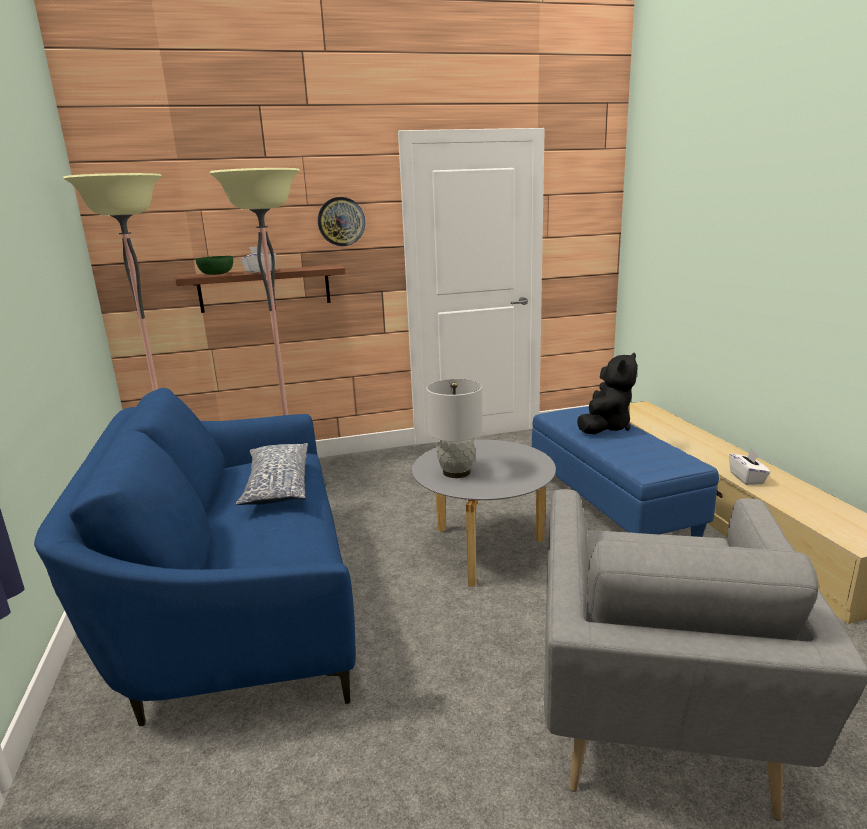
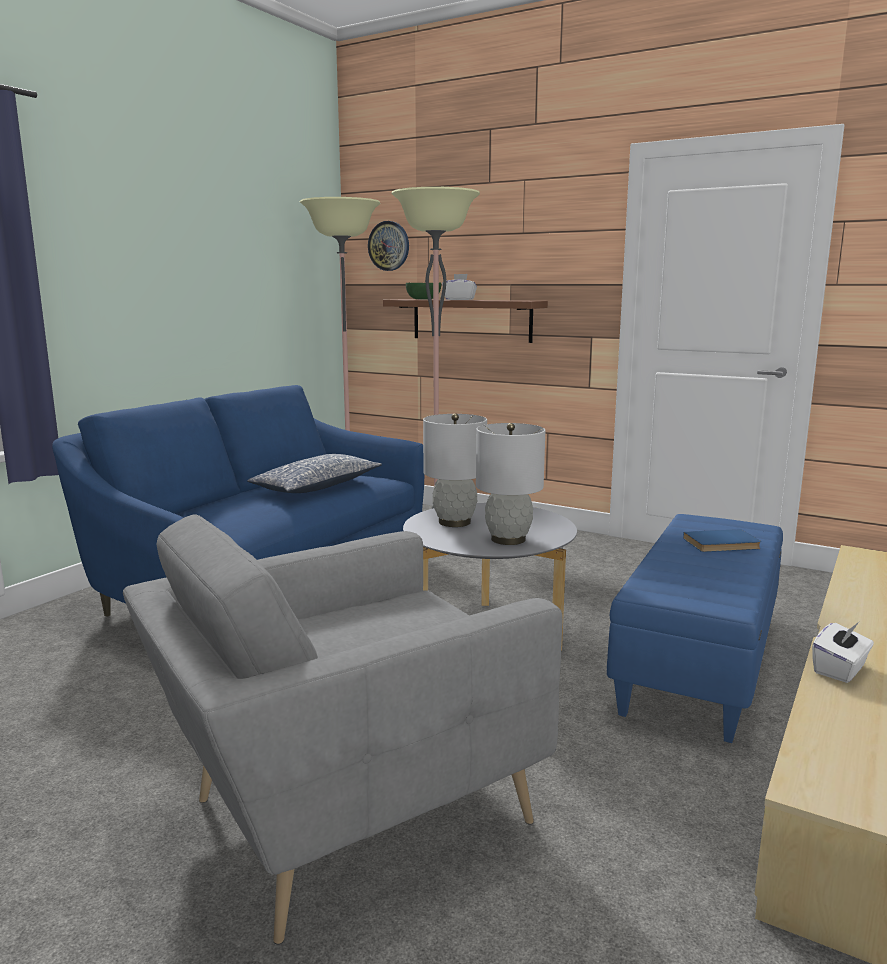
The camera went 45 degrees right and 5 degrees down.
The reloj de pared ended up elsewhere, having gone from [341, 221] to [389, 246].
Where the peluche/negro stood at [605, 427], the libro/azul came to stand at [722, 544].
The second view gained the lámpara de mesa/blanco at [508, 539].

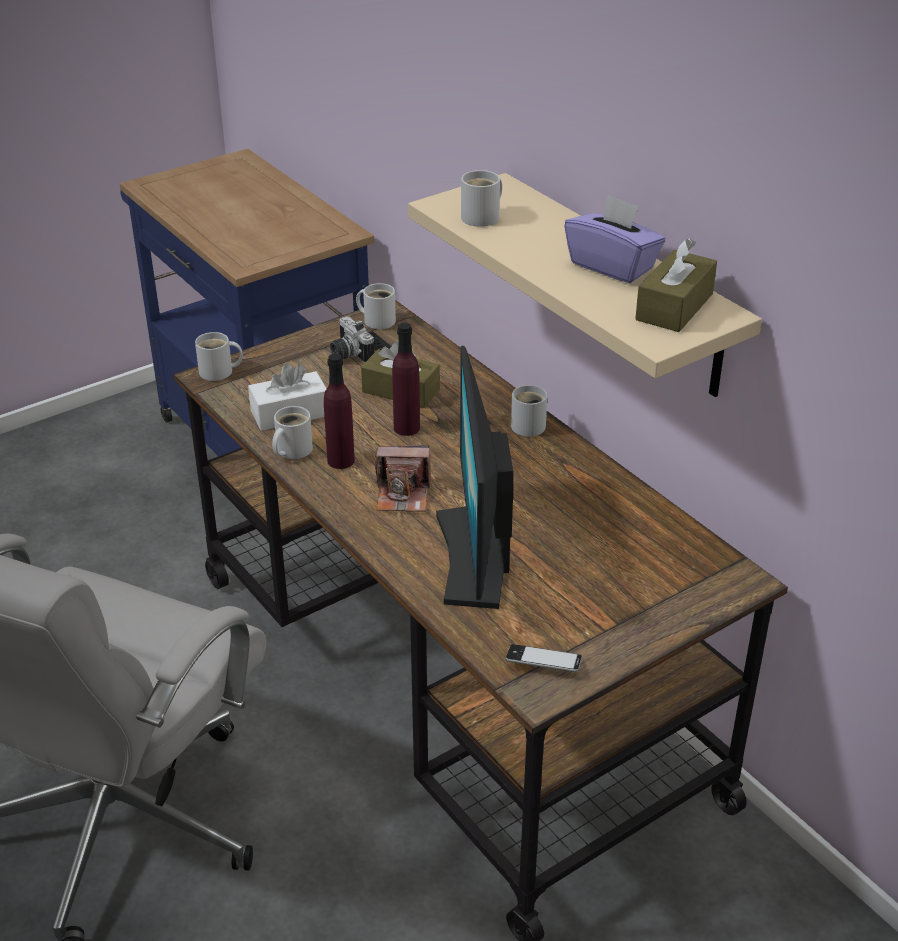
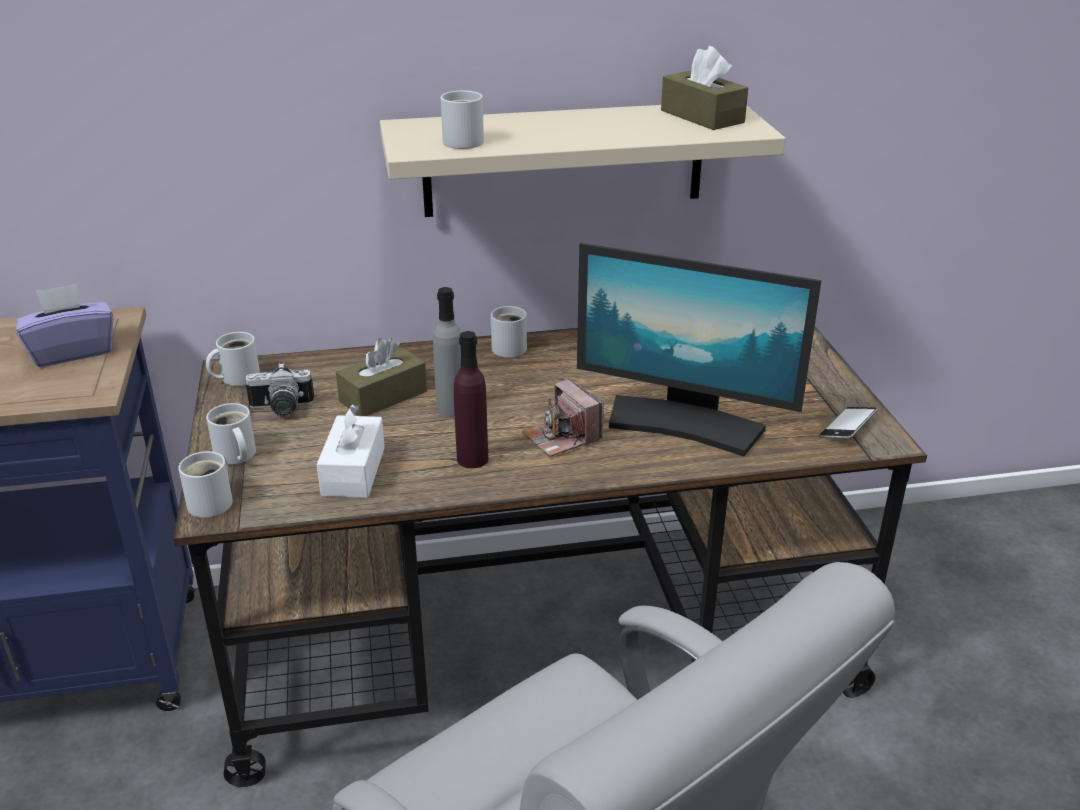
The camera went 65 degrees left and 5 degrees down.
The caja de pañuelos/morado ended up elsewhere, having gone from [612, 266] to [72, 351].
What was the botella/morado at [406, 428] turned into the botella/gris at [451, 408].
The taza grande/blanco ended up elsewhere, having gone from [291, 450] to [235, 455].
The cámara at [403, 495] ended up facing another way, 120 degrees clockwise from before.

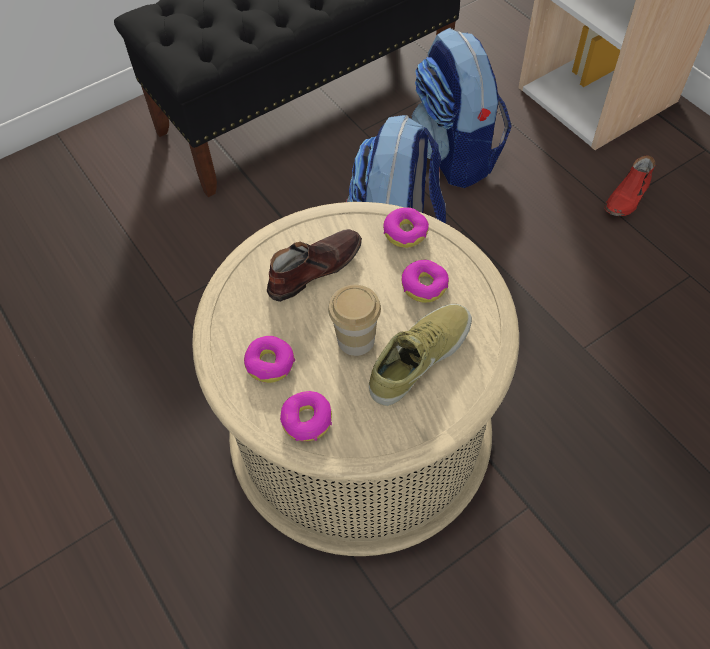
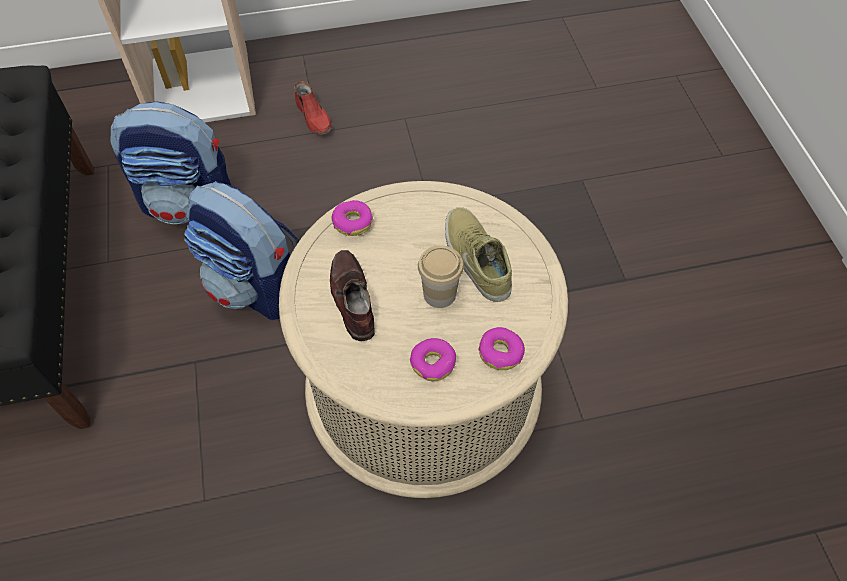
The camera went 70 degrees left and 0 degrees up.
The second view lost the rosquilla at [424, 285].

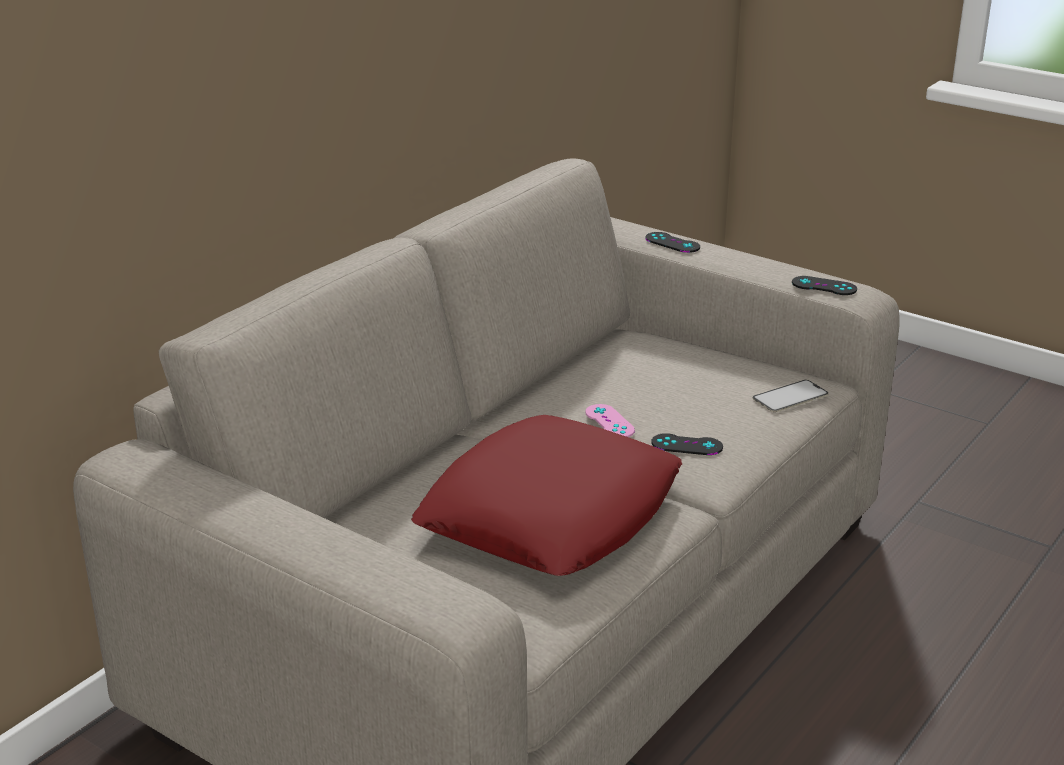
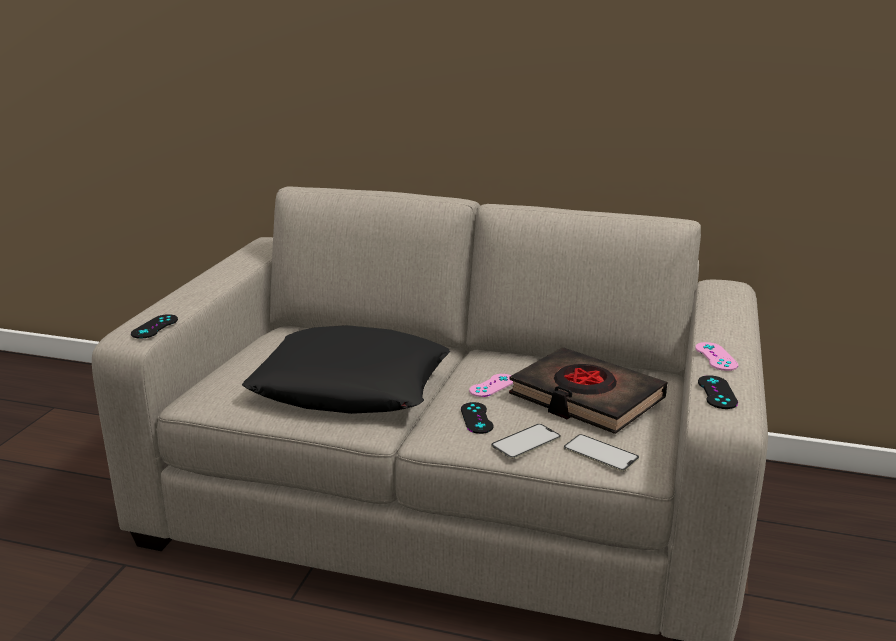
The camera went 70 degrees right and 5 degrees down.
The mando de consola/negro ended up elsewhere, having gone from [672, 243] to [155, 327].
What was the cojín/rojo at [551, 513] turned into the cojín/negro at [351, 386].
The second view gained the mando de consola/rosa at [716, 357].
The second view gained the libro/negro at [586, 398].
The second view gained the móvil at [526, 442].

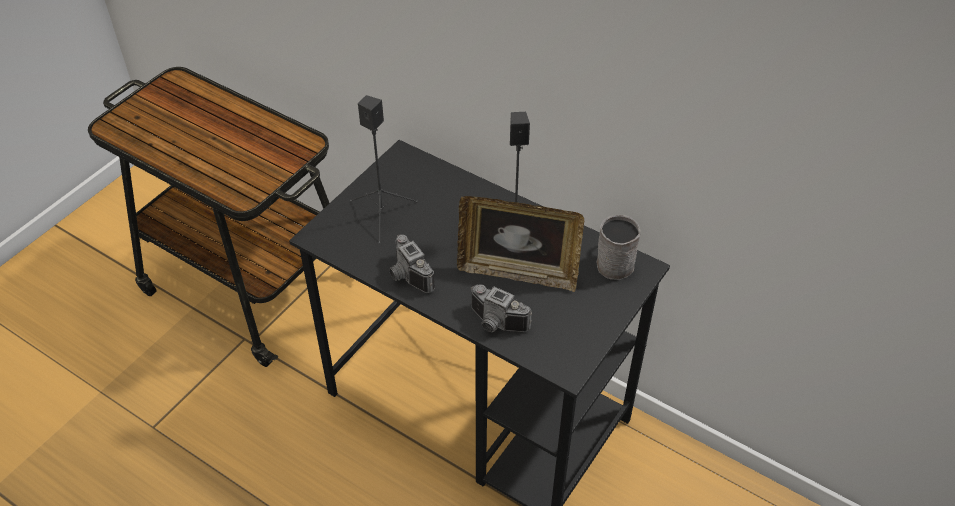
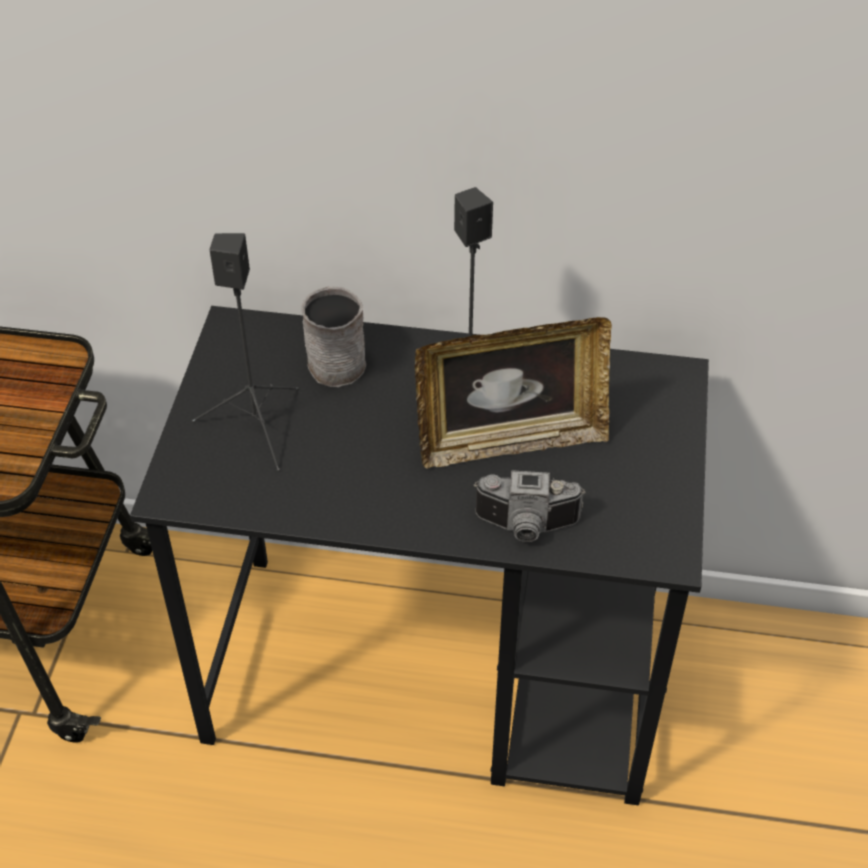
The camera went 25 degrees left and 0 degrees up.
The taza grande/gris ended up elsewhere, having gone from [614, 260] to [333, 359].
The second view lost the cámara at [407, 276].

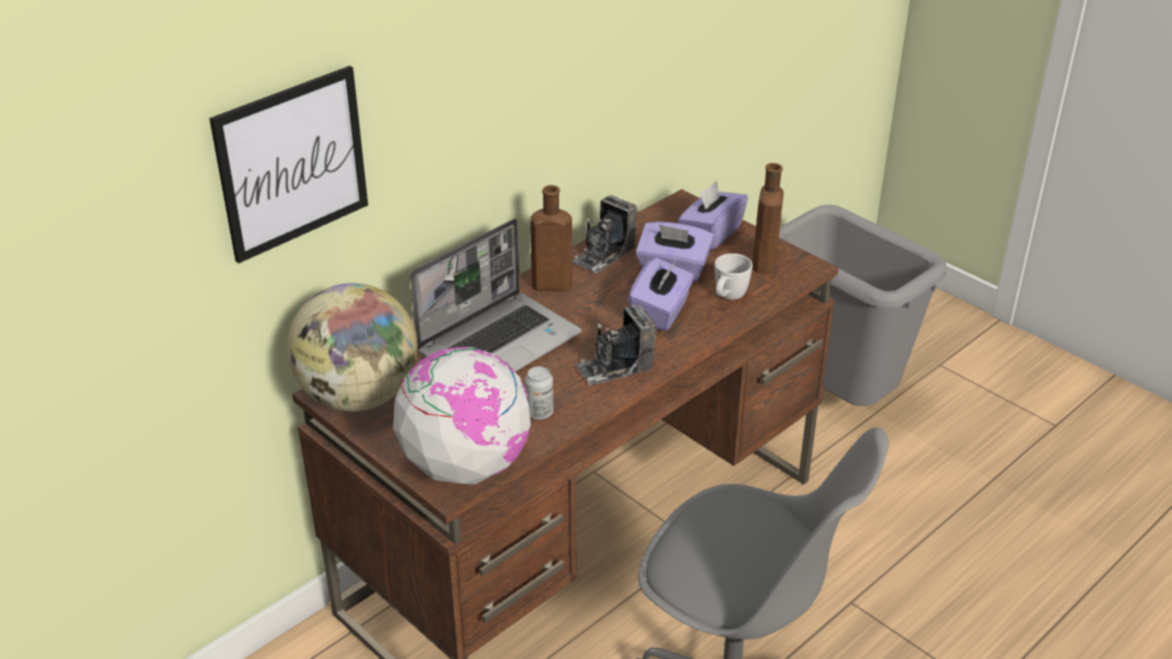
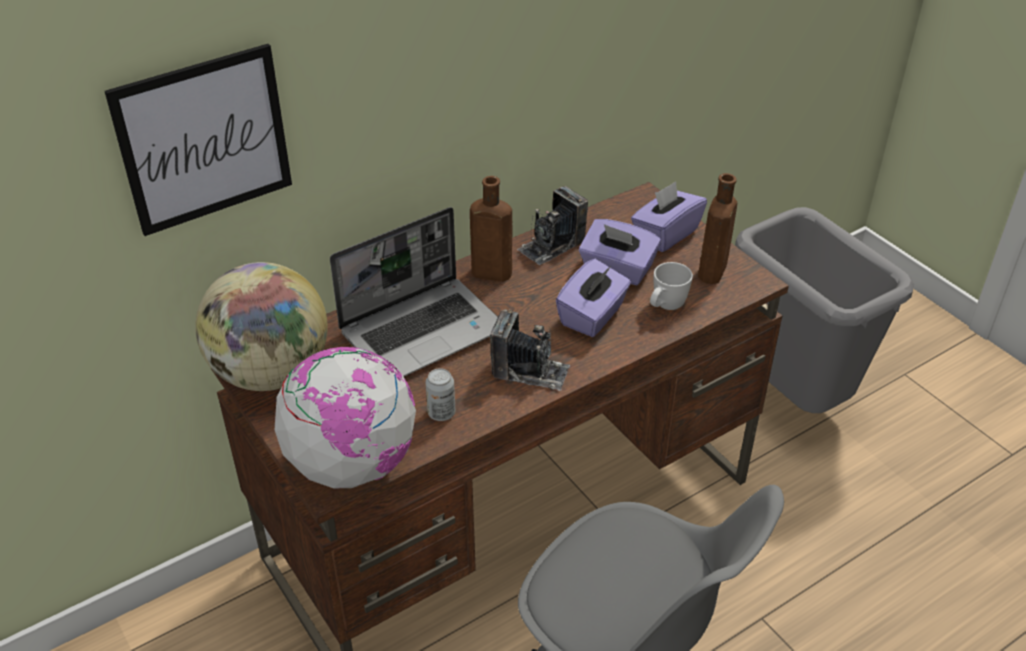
The camera went 10 degrees right and 5 degrees up.
The cámara at [614, 367] ended up facing another way, 150 degrees counterclockwise from before.

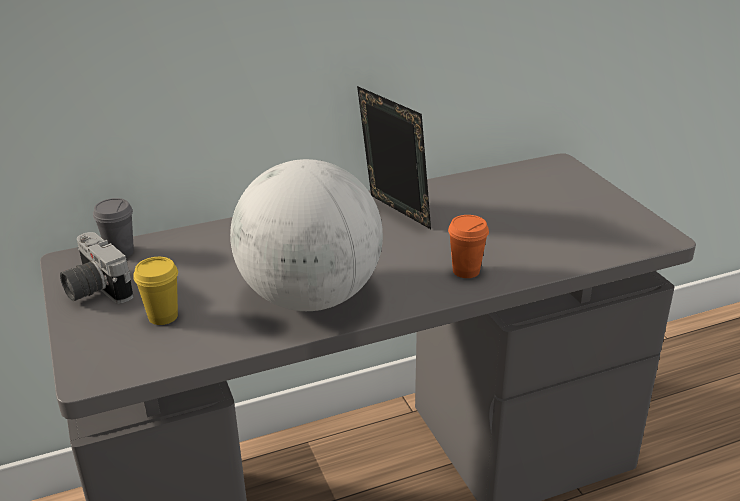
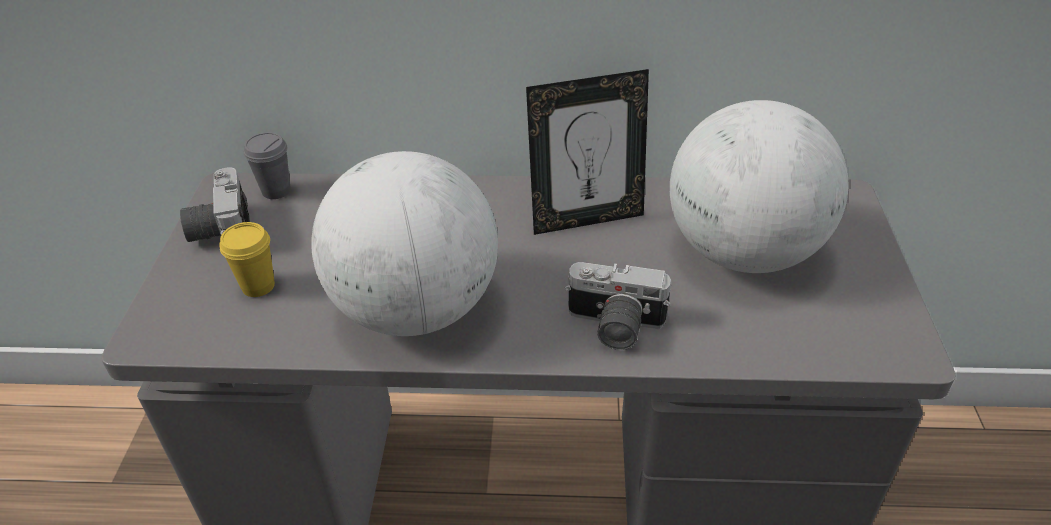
The camera went 25 degrees right and 10 degrees up.
The portarretratos at [394, 214] ended up facing another way, 90 degrees clockwise from before.
Where the taza/naranja stood at [466, 271], the cámara came to stand at [613, 327].
The second view gained the globo terráqueo at [742, 252].

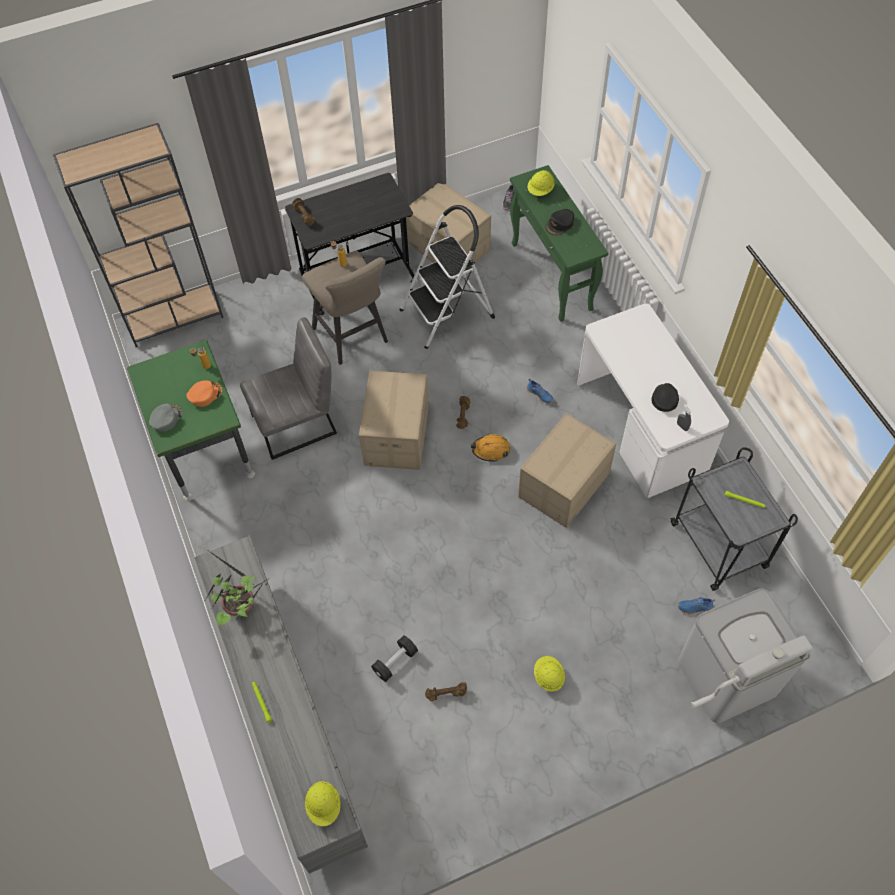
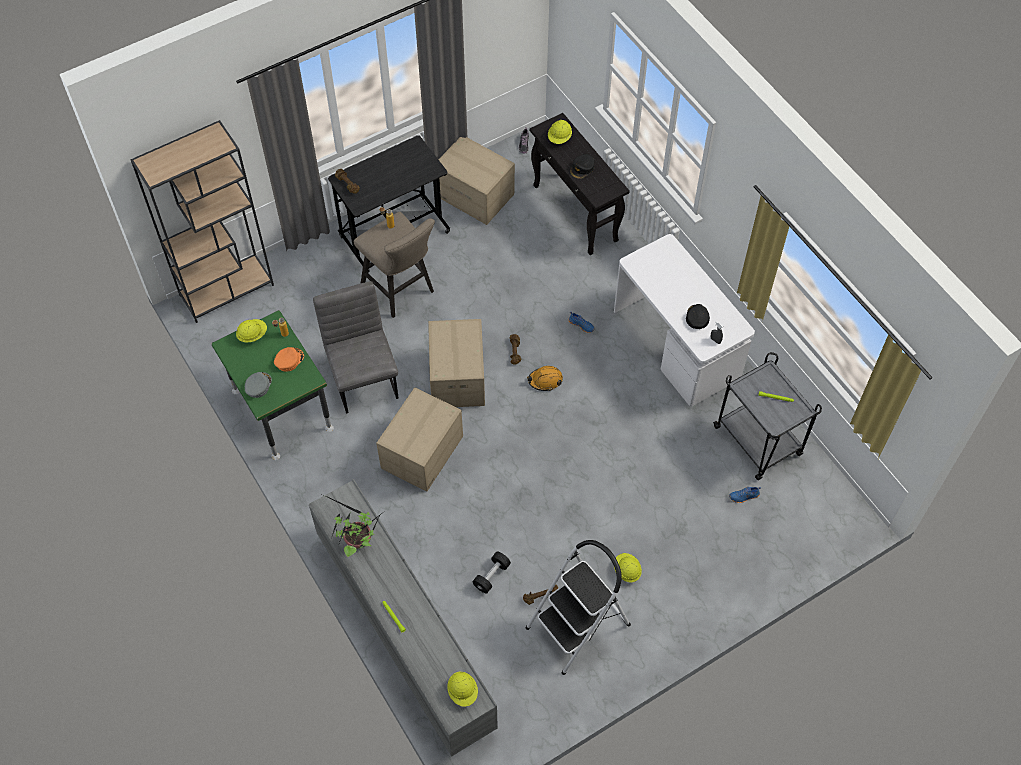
The camera went 10 degrees left and 0 degrees up.
What was the mesa consola/verde at [552, 277] turned into the mesa consola/negro at [576, 214].
The escalera de tijera ended up elsewhere, having gone from [450, 313] to [581, 625].
The silla/gris at [297, 423] ended up facing another way, 75 degrees counterclockwise from before.
The caja de cartón ended up elsewhere, having gone from [564, 485] to [422, 452].
The second view lost the lavadora/gris at [725, 679].
The second view gained the casco/amarillo at [252, 335].

